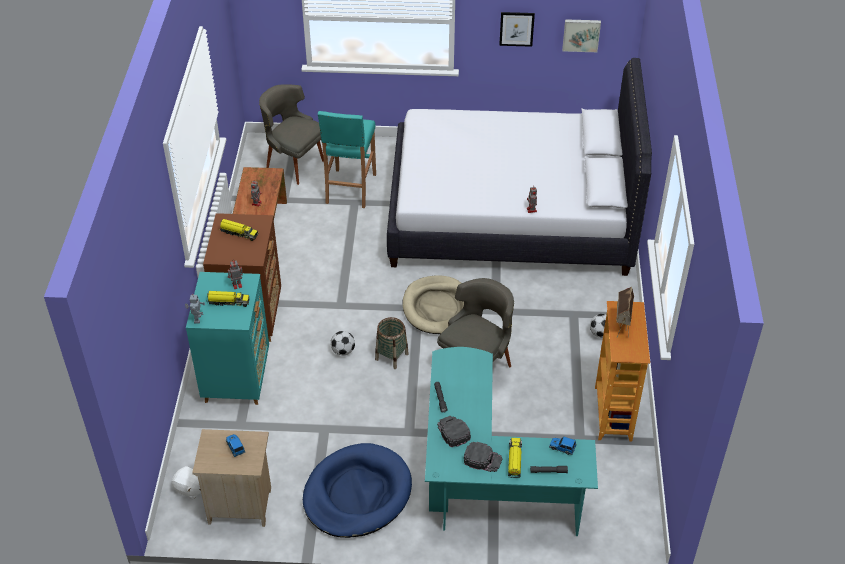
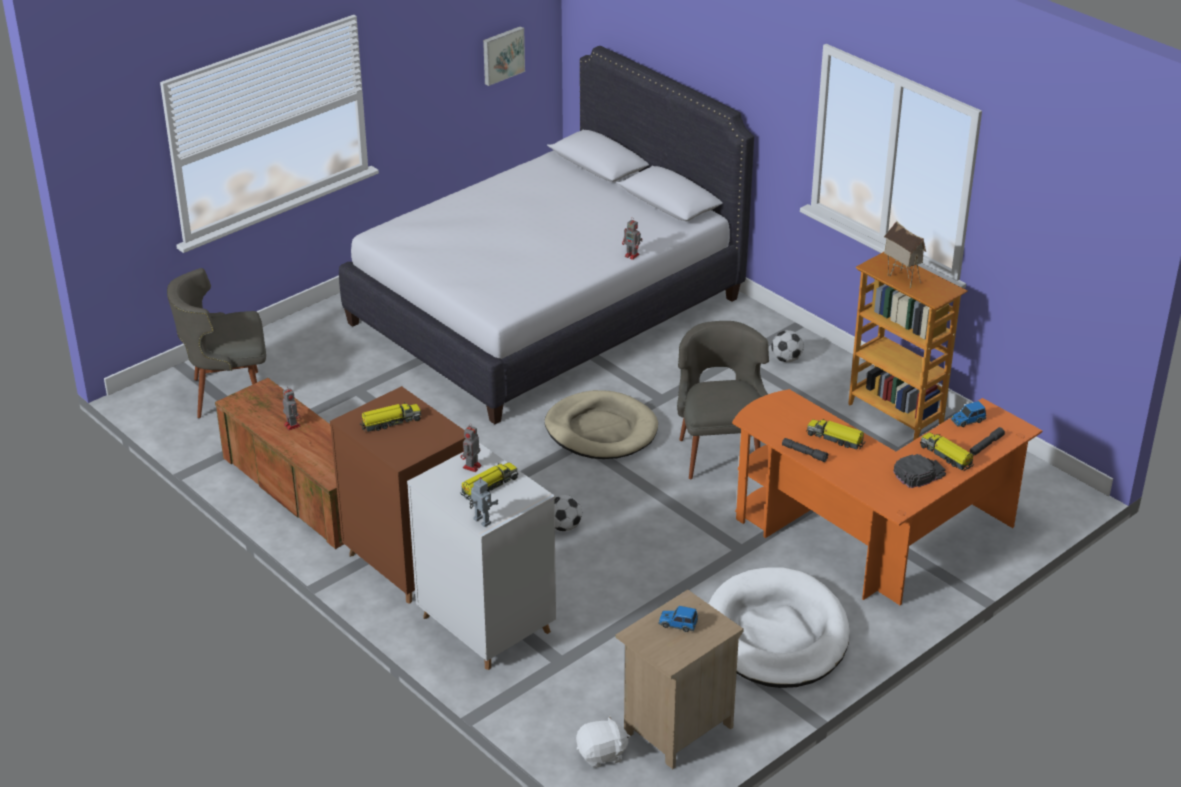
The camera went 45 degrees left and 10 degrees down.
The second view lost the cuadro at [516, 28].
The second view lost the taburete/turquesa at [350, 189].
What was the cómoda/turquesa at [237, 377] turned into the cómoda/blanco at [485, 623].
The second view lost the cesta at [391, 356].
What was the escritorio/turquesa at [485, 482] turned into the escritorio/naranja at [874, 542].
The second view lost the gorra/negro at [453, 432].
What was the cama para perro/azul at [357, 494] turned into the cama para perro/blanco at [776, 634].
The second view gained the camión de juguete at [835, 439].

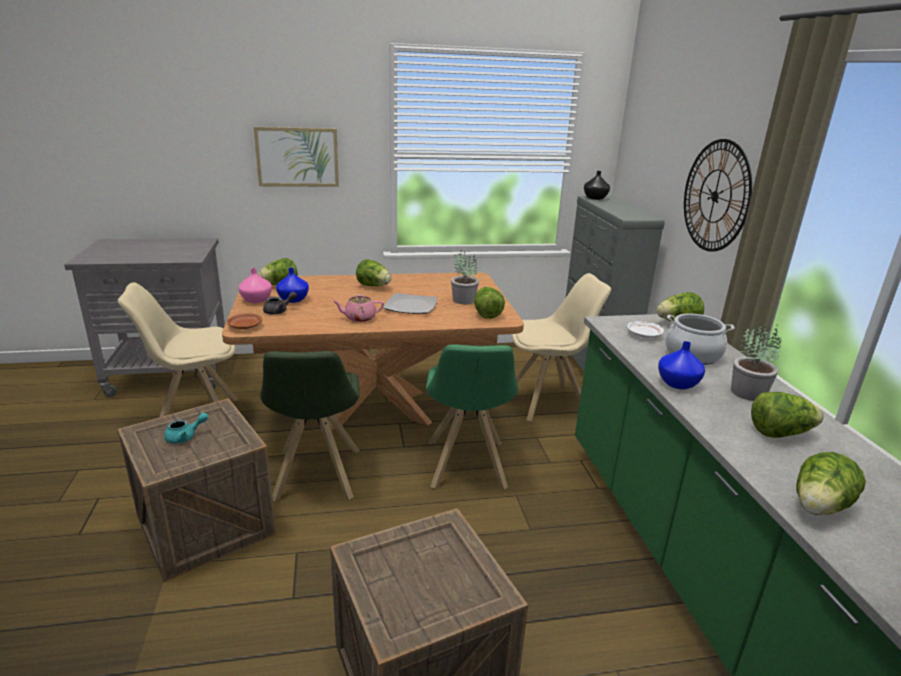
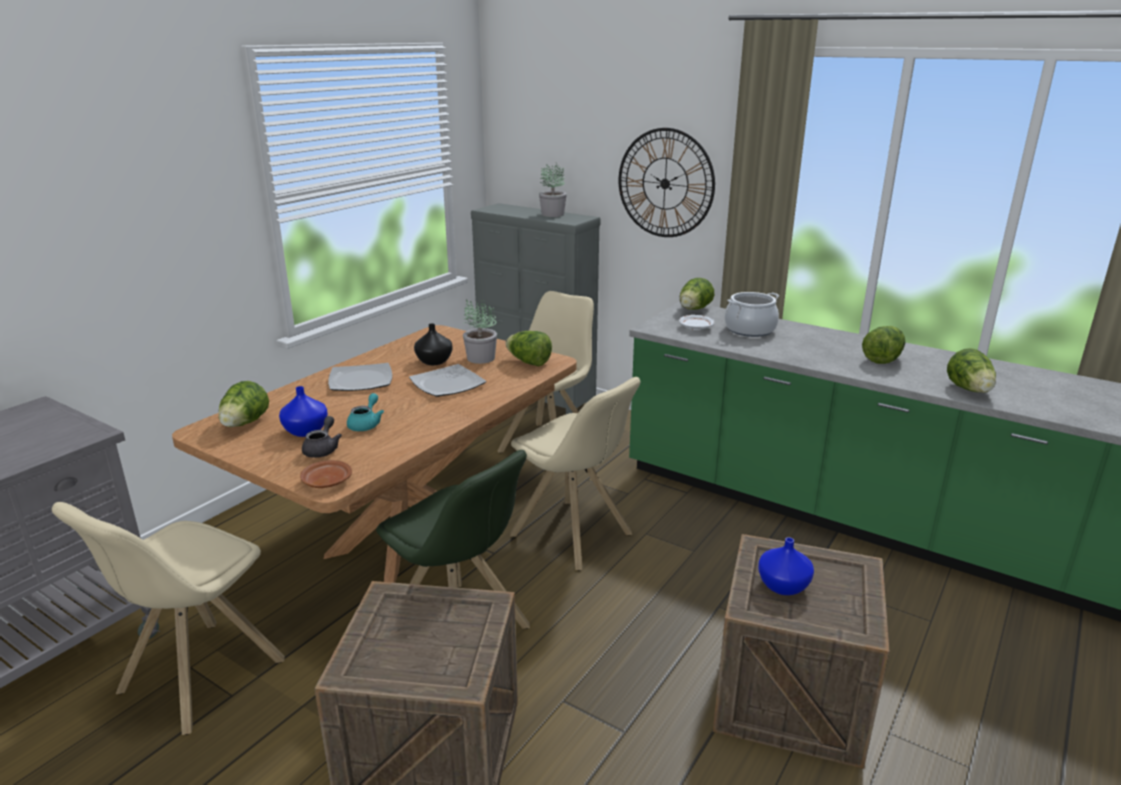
The camera went 45 degrees left and 0 degrees up.
The second view lost the cuadro at [297, 157].
The florero/negro ended up elsewhere, having gone from [595, 198] to [434, 361].
Where the lechuga stood at [374, 286], the plato came to stand at [360, 380].
The second view lost the florero/rosa at [257, 300].
The second view lost the tetera/rosa at [359, 318].
The planta en maceta ended up elsewhere, having gone from [748, 392] to [552, 214].
The florero/azul ended up elsewhere, having gone from [677, 383] to [782, 586].
What was the silla/verde at [466, 465] turned into the silla/beis at [572, 534].
The tetera/turquesa ended up elsewhere, having gone from [185, 437] to [366, 424].

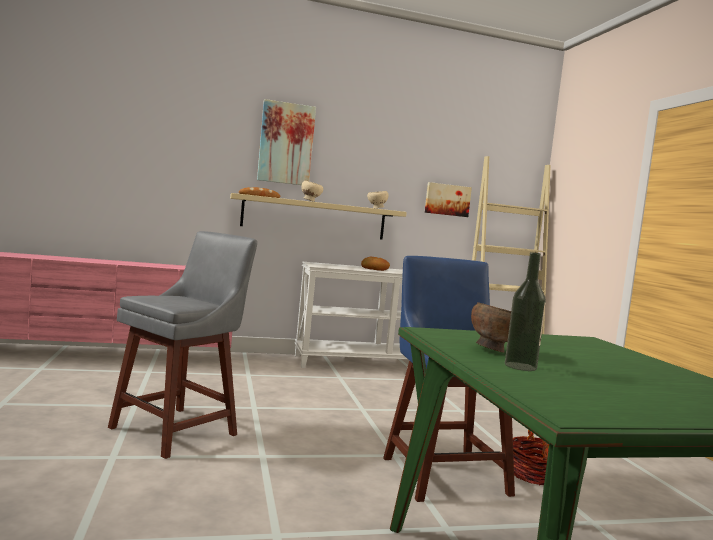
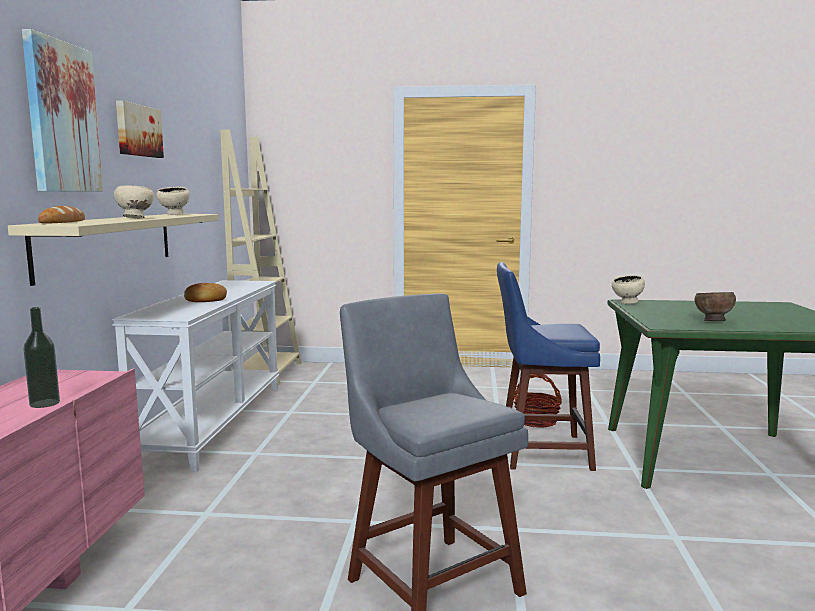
The camera went 70 degrees left and 5 degrees up.
The cuadro ended up elsewhere, having gone from [447, 199] to [137, 131].
The botella ended up elsewhere, having gone from [520, 366] to [44, 403].
The second view gained the cuenco/beis at [627, 303].

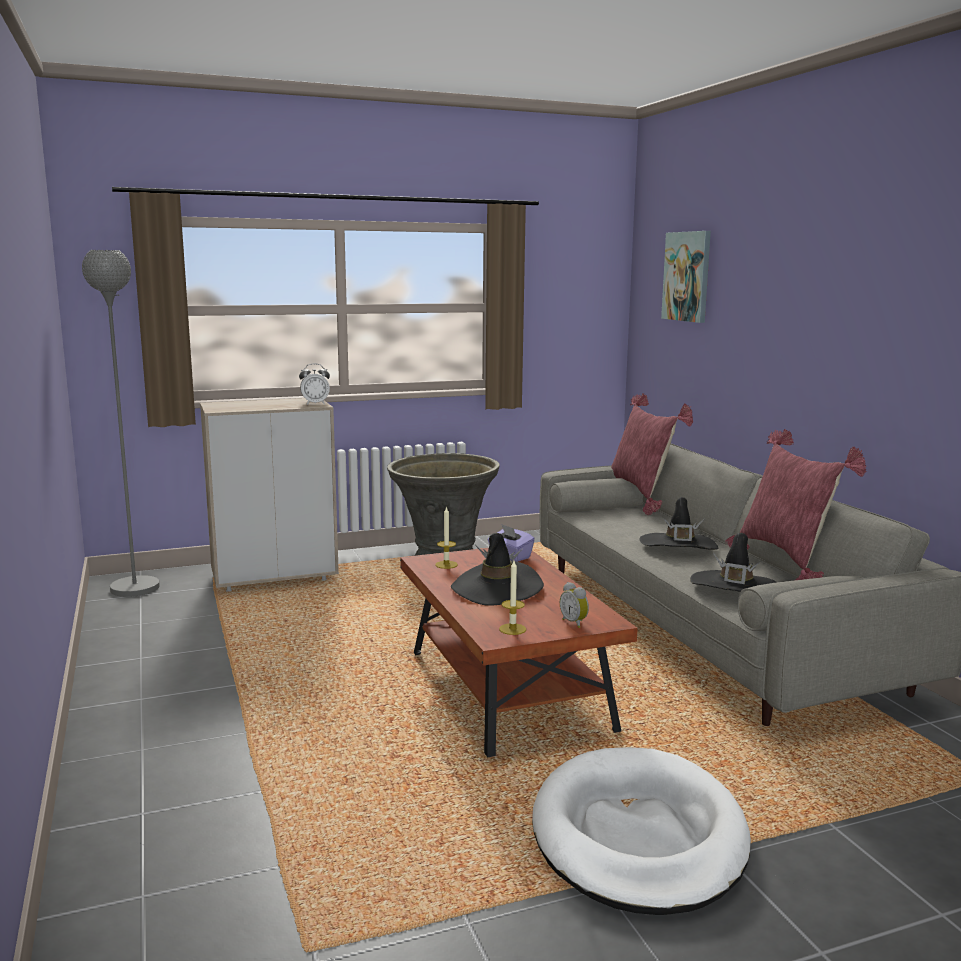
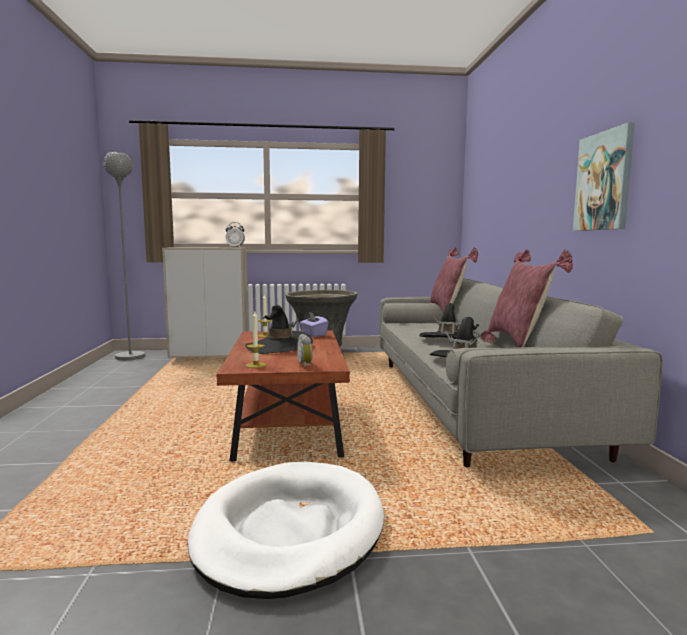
The camera went 15 degrees right and 5 degrees down.
The cuadro ended up elsewhere, having gone from [687, 276] to [604, 181].

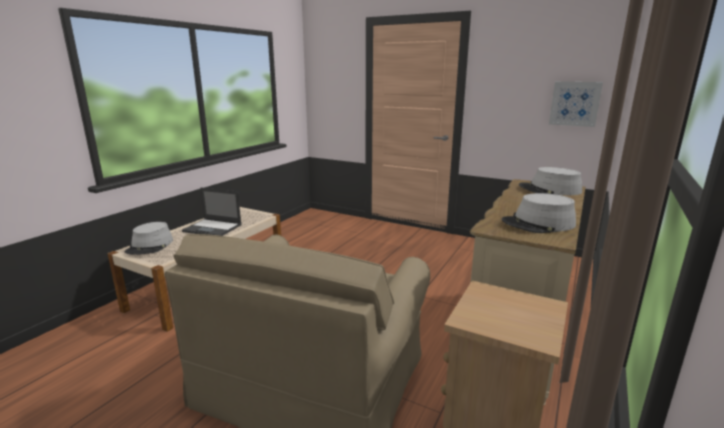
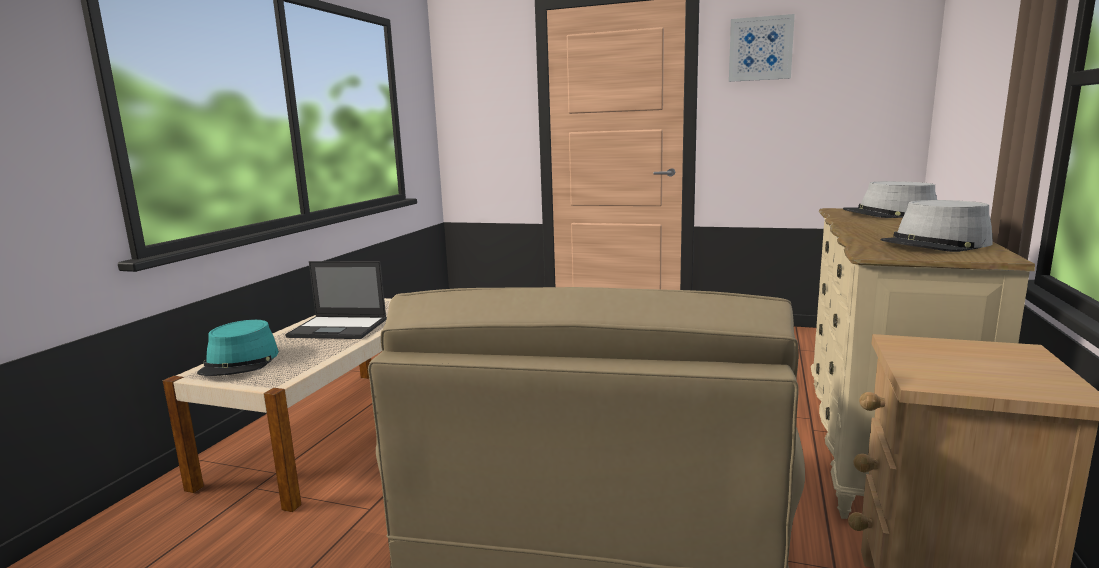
The camera went 10 degrees left and 5 degrees down.
The cuadro ended up elsewhere, having gone from [575, 103] to [760, 49].
What was the sombrero/gris at [150, 246] turned into the sombrero/turquesa at [240, 362].

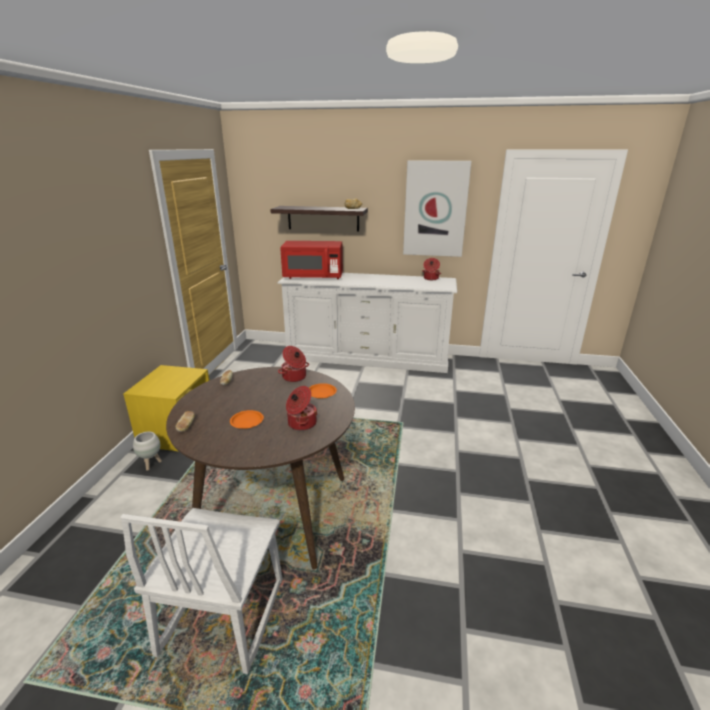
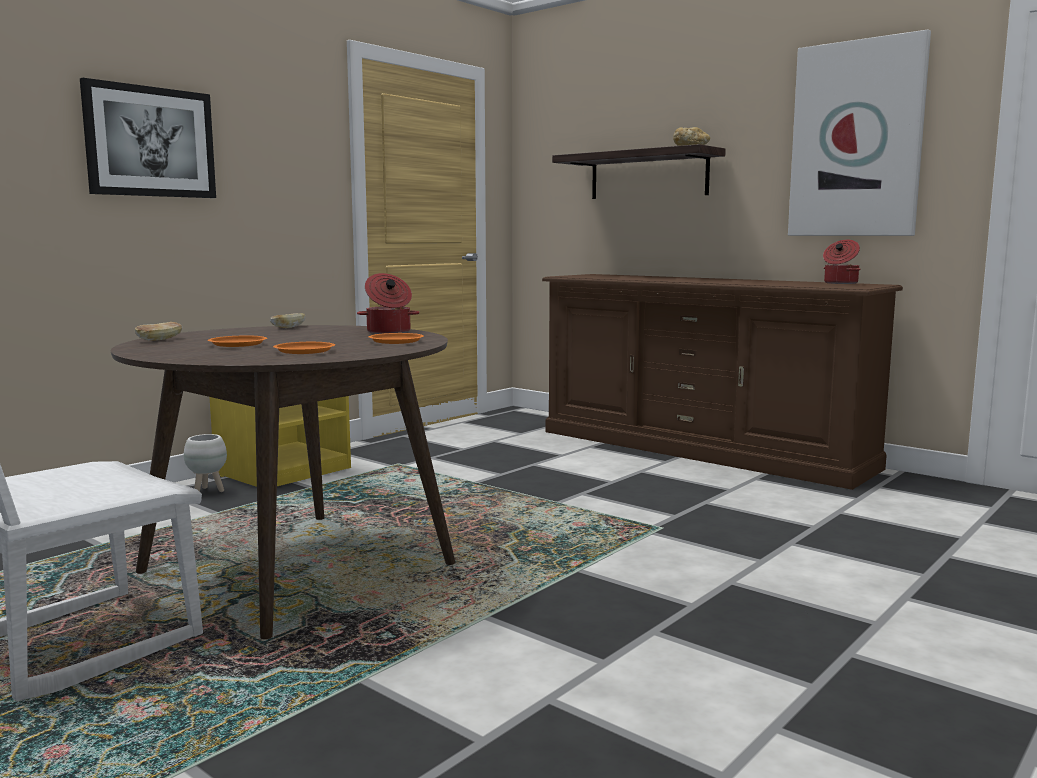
The camera went 30 degrees right and 15 degrees down.
The second view lost the microondas/rojo at [313, 277].
What was the armario/blanco at [367, 357] turned into the armario/marrón at [701, 449].
Where the olla stood at [301, 423], the plato/naranja came to stand at [304, 351].
The second view gained the cuadro at [150, 142].

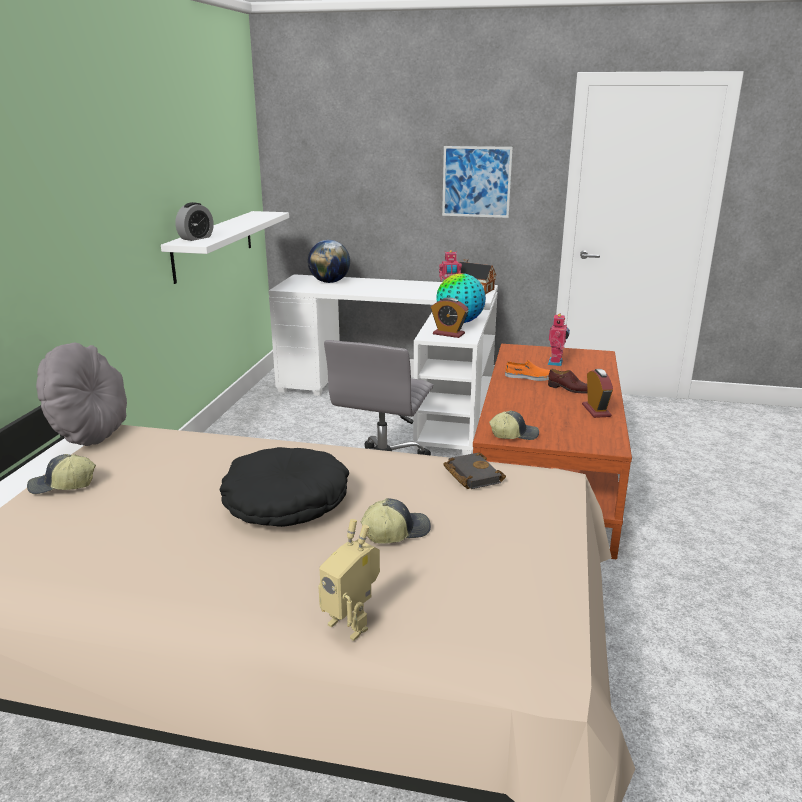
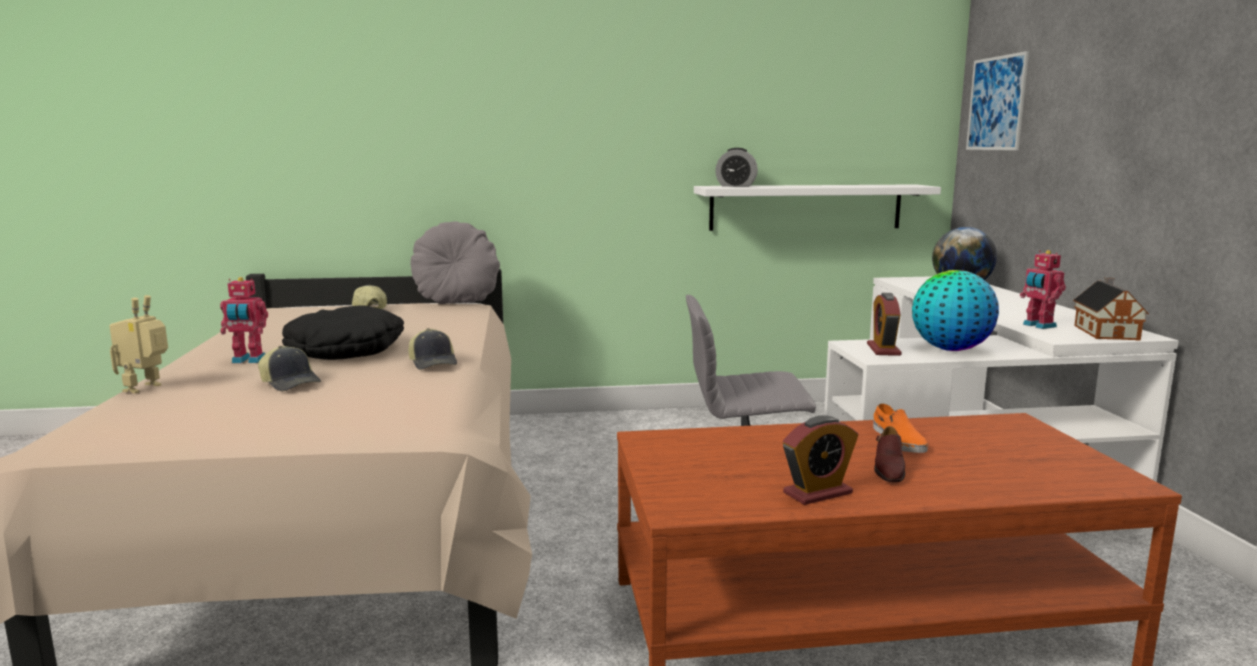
The camera went 70 degrees right and 10 degrees down.
The cuadro ended up elsewhere, having gone from [476, 182] to [996, 103].
The robot de juguete ended up elsewhere, having gone from [556, 363] to [248, 360].
The gorra ended up elsewhere, having gone from [514, 434] to [434, 363].
The second view lost the libro/negro at [471, 475].

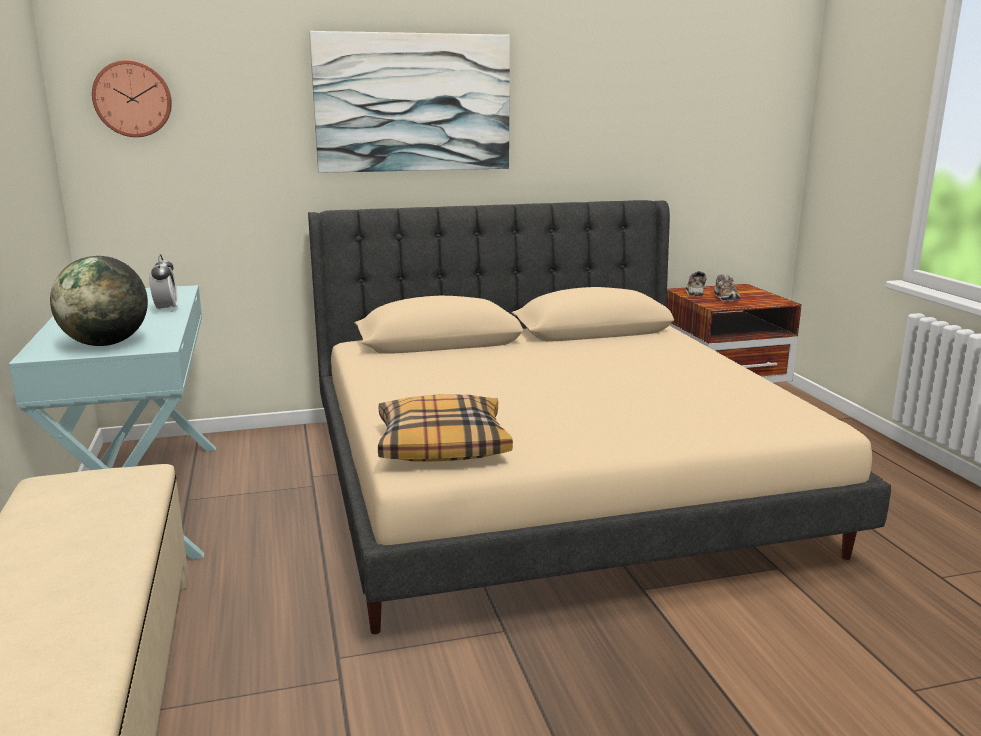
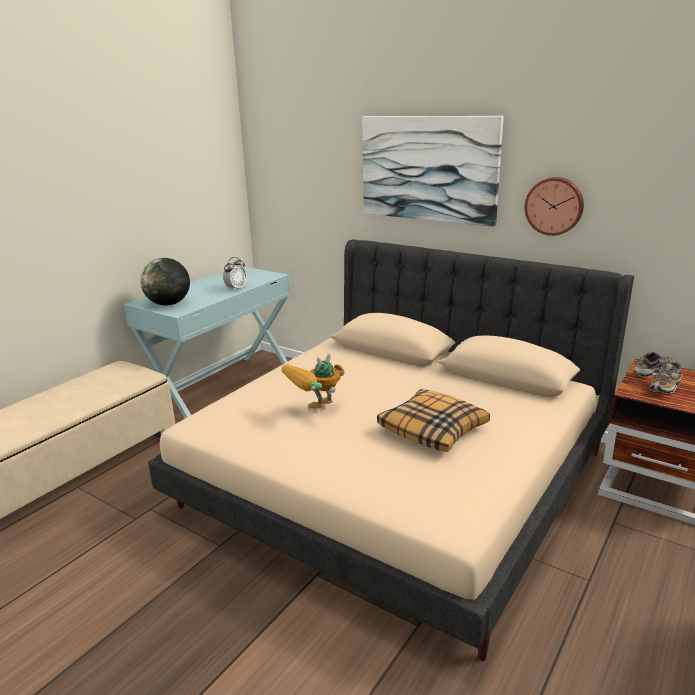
The camera went 50 degrees right and 5 degrees up.
The reloj de pared ended up elsewhere, having gone from [133, 99] to [554, 206].
The cojín ended up elsewhere, having gone from [442, 444] to [433, 429].
The second view gained the robot de juguete at [316, 412].

